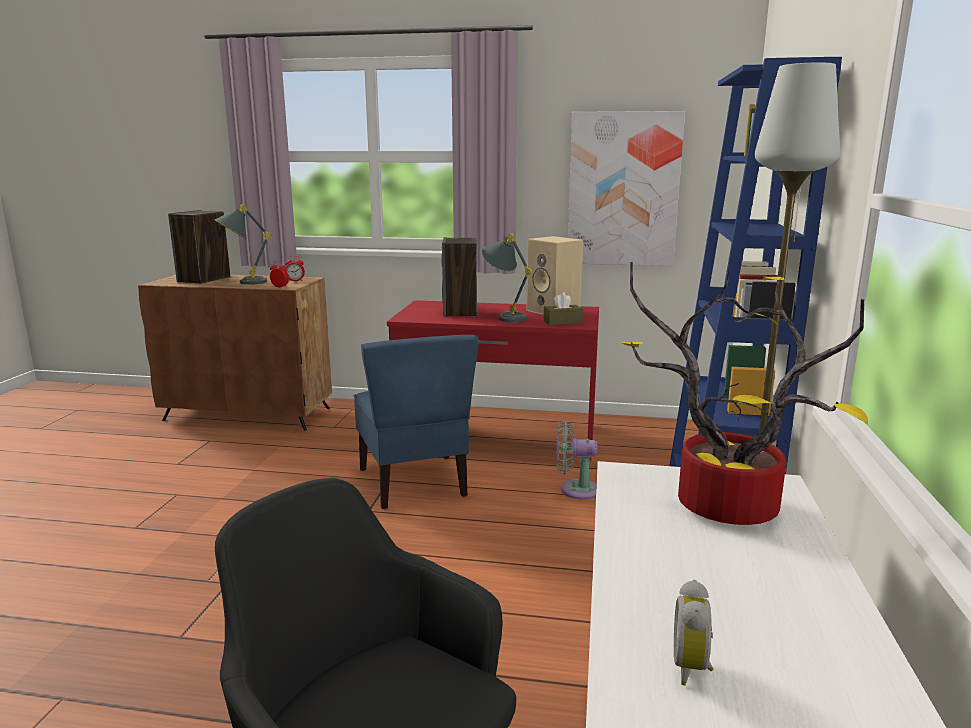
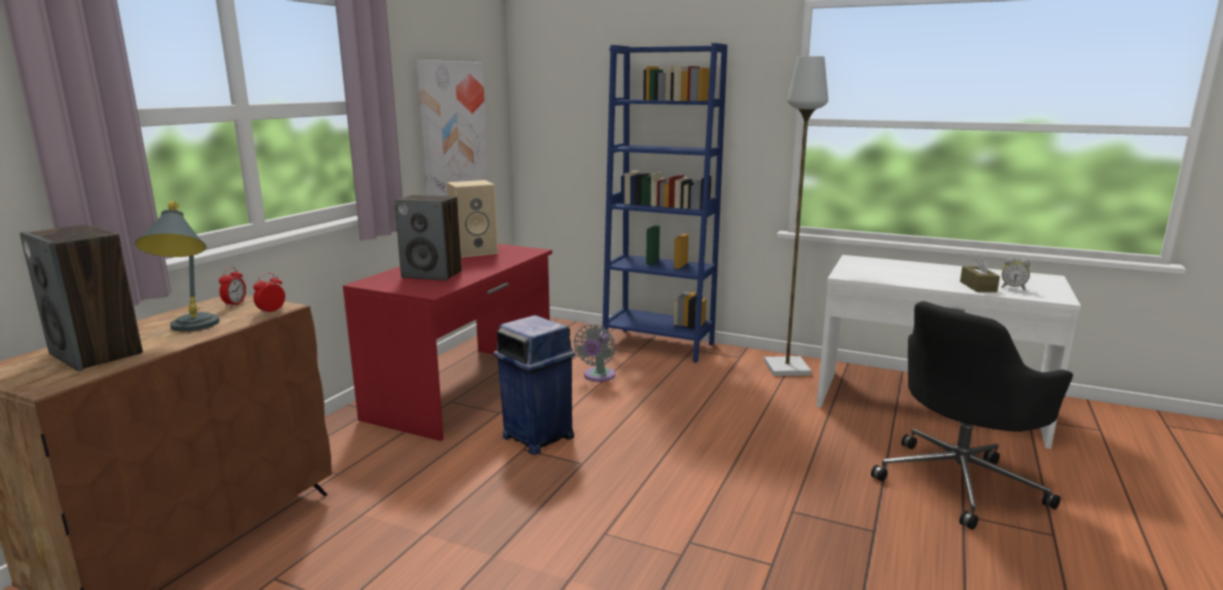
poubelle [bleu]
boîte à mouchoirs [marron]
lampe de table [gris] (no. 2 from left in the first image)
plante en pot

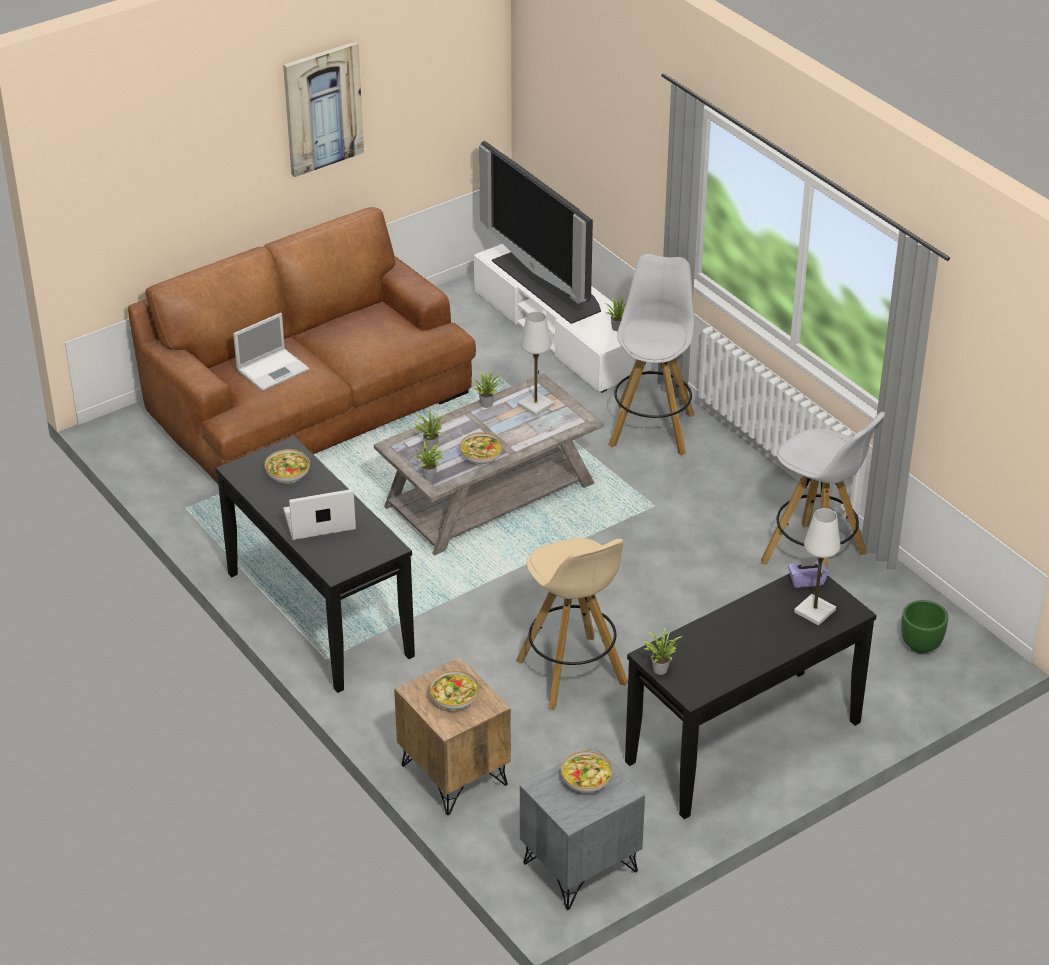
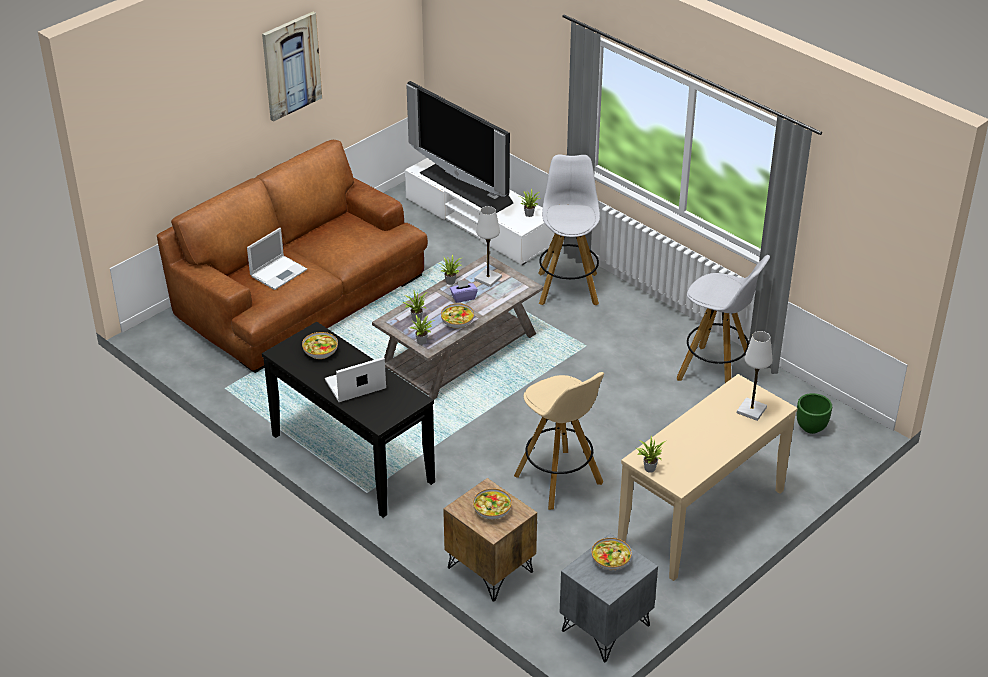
boîte à mouchoirs [violet]
table console [beige]

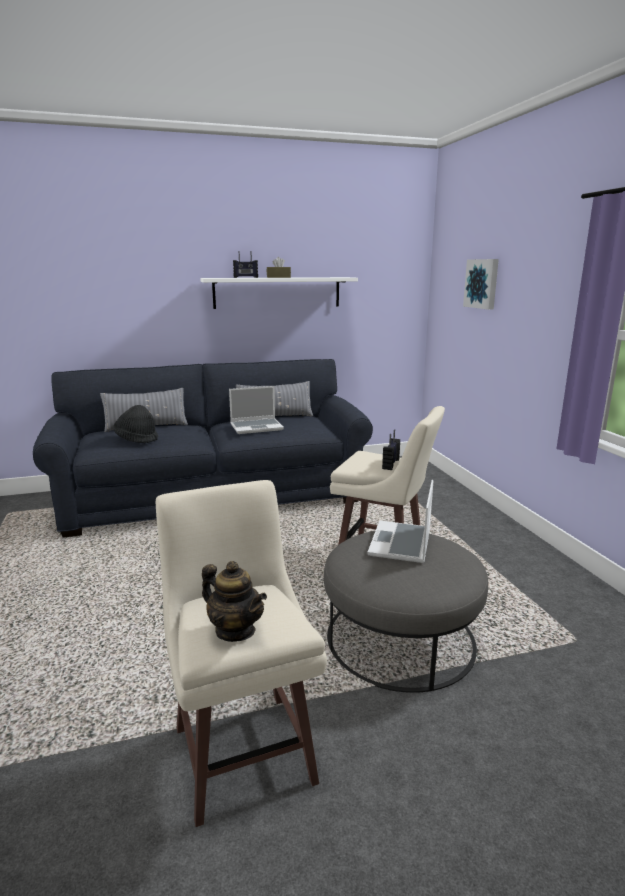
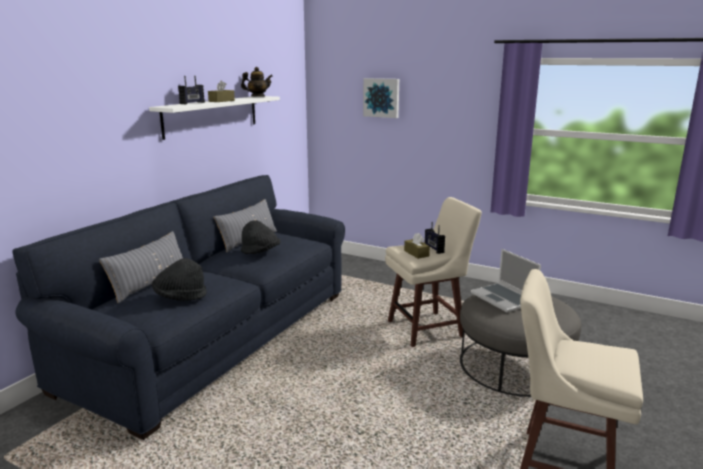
théière
chapeau [noir] (no. 2 from left)
boîte à mouchoirs [marron] (no. 2 from left)

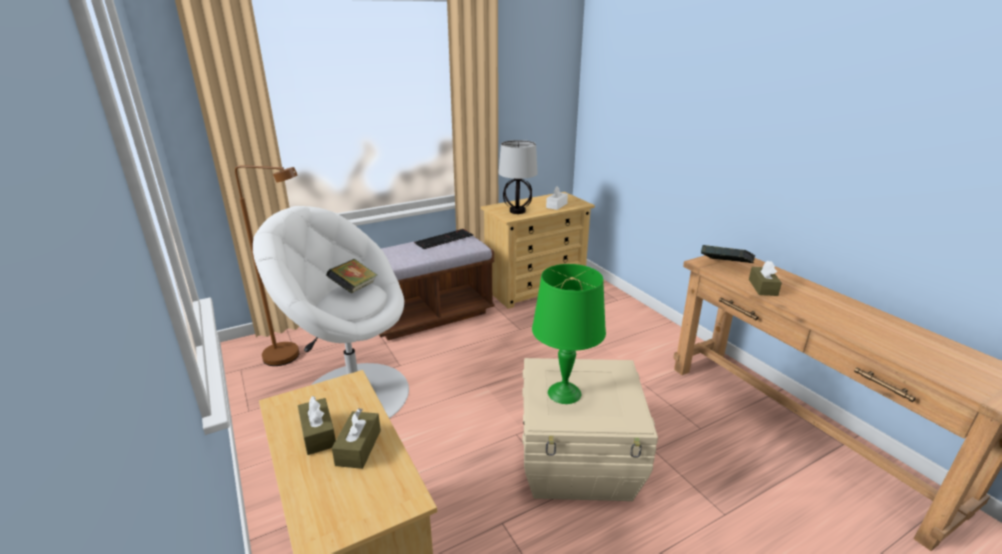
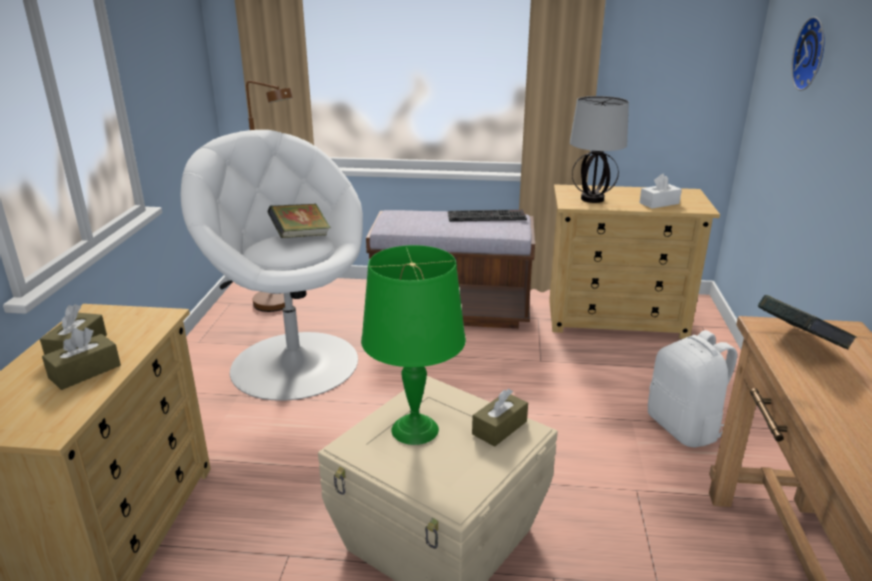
boîte à mouchoirs [marron] (no. 3 from left)
sac à dos [blanc]
horloge murale

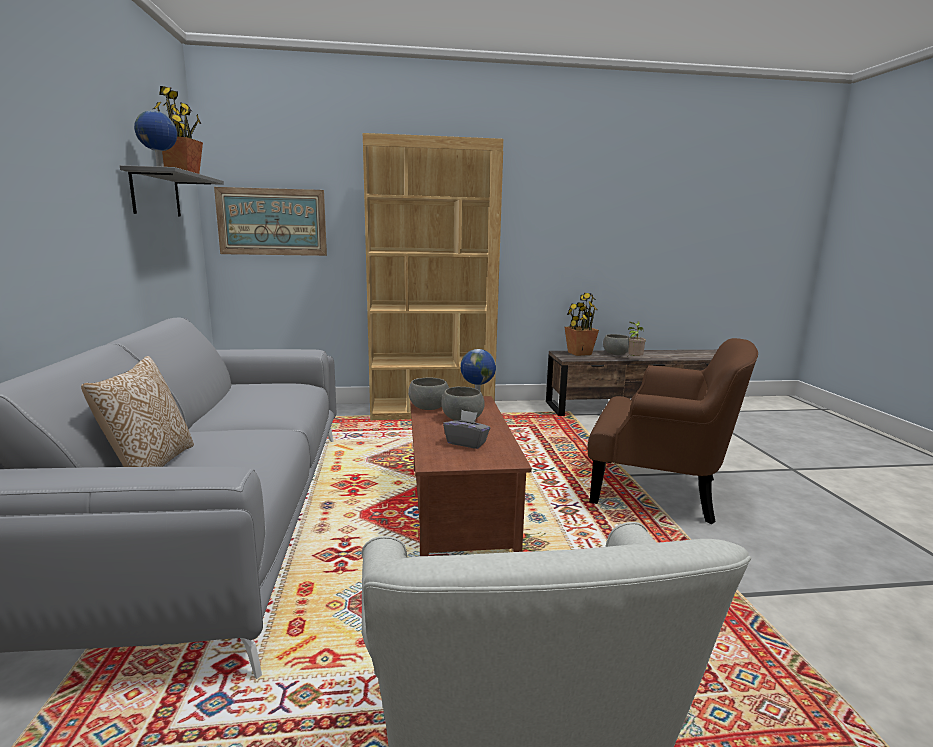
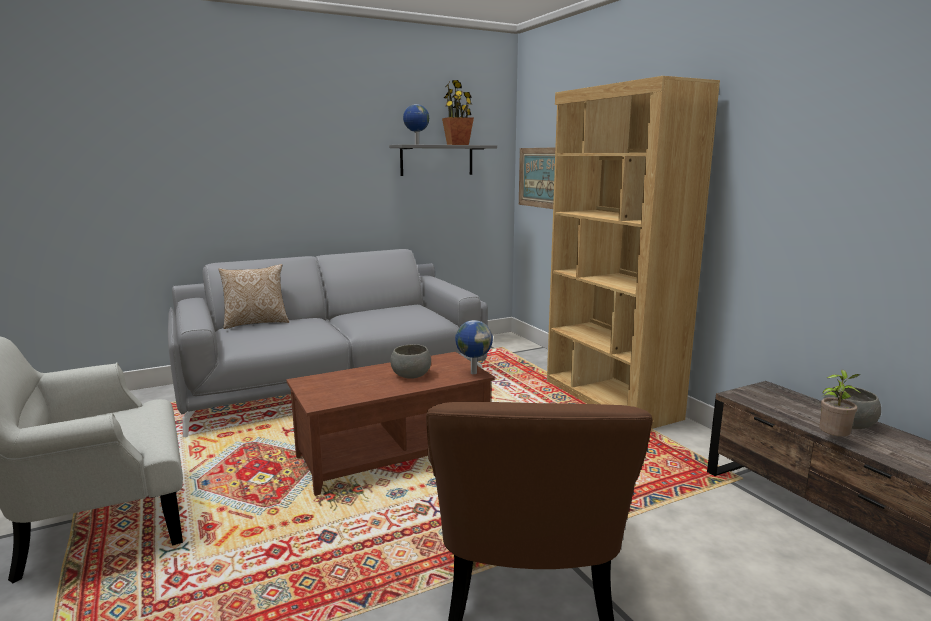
bol [gris] (no. 1 from left in the first image)
boîte à mouchoirs [gris]
plante en pot (no. 2 from left in the first image)

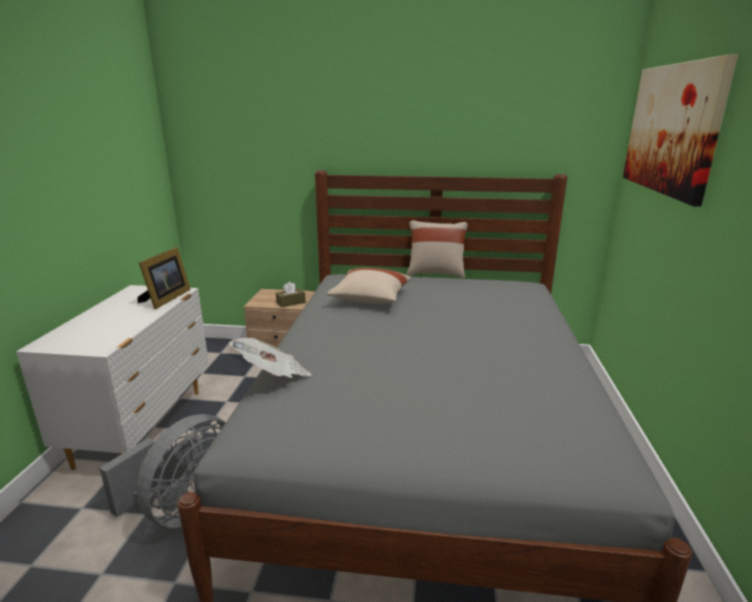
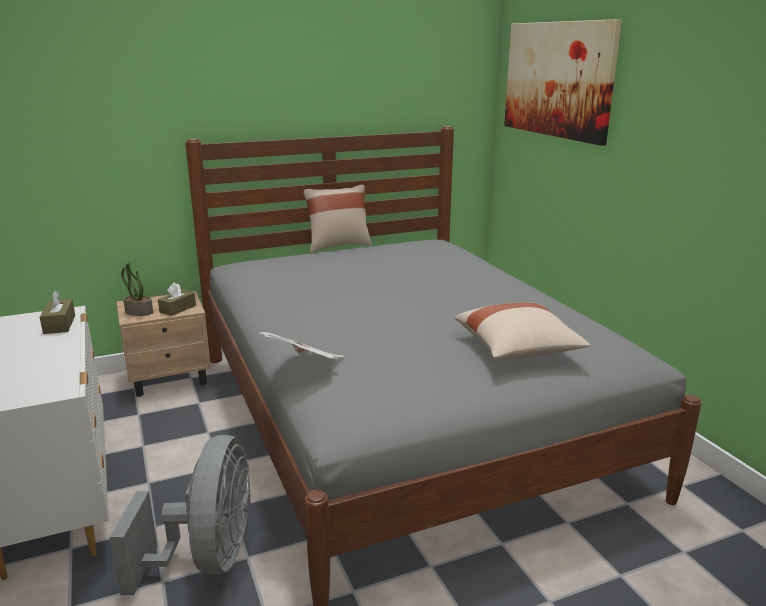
boîte à mouchoirs [marron] (no. 1 from left)
plante en pot
coussin [beige] (no. 2 from left)

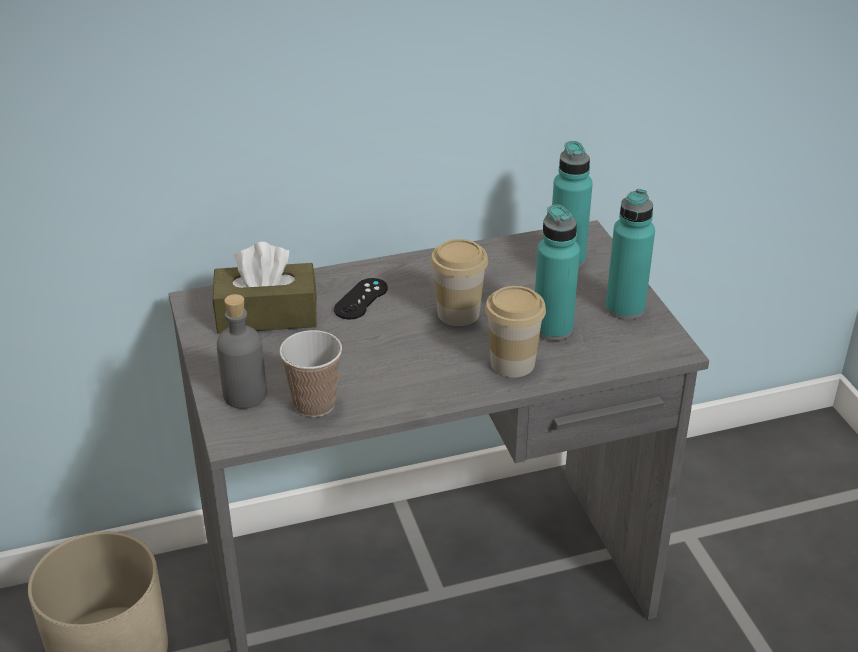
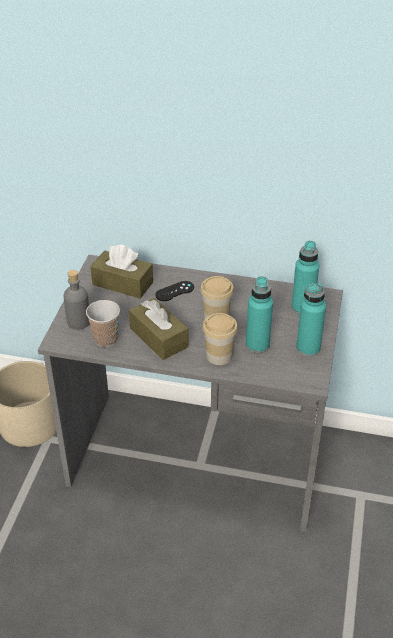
boîte à mouchoirs [marron] (no. 2 from left)

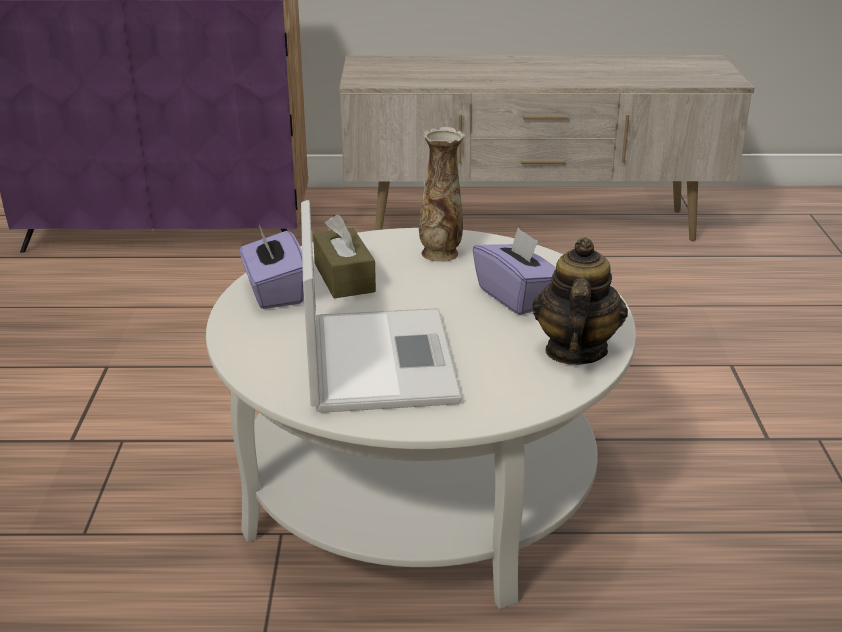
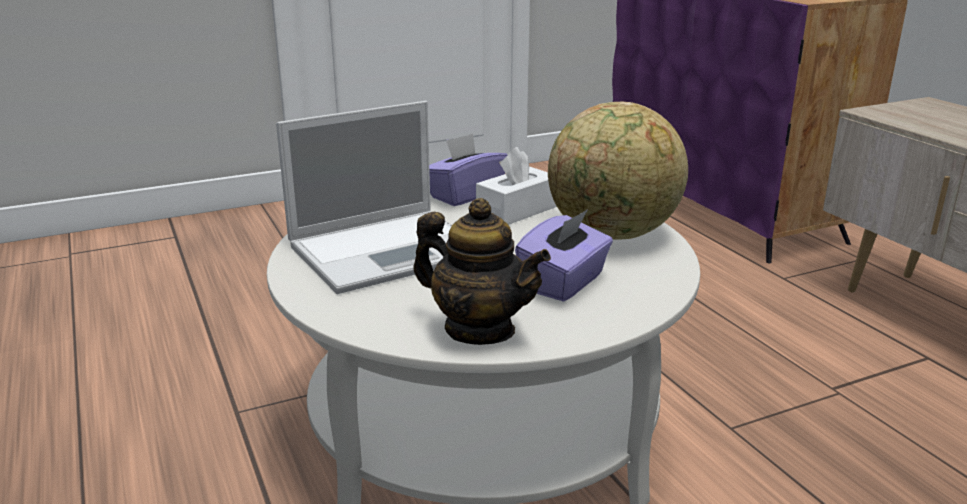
théière
boîte à mouchoirs [blanc]
globe

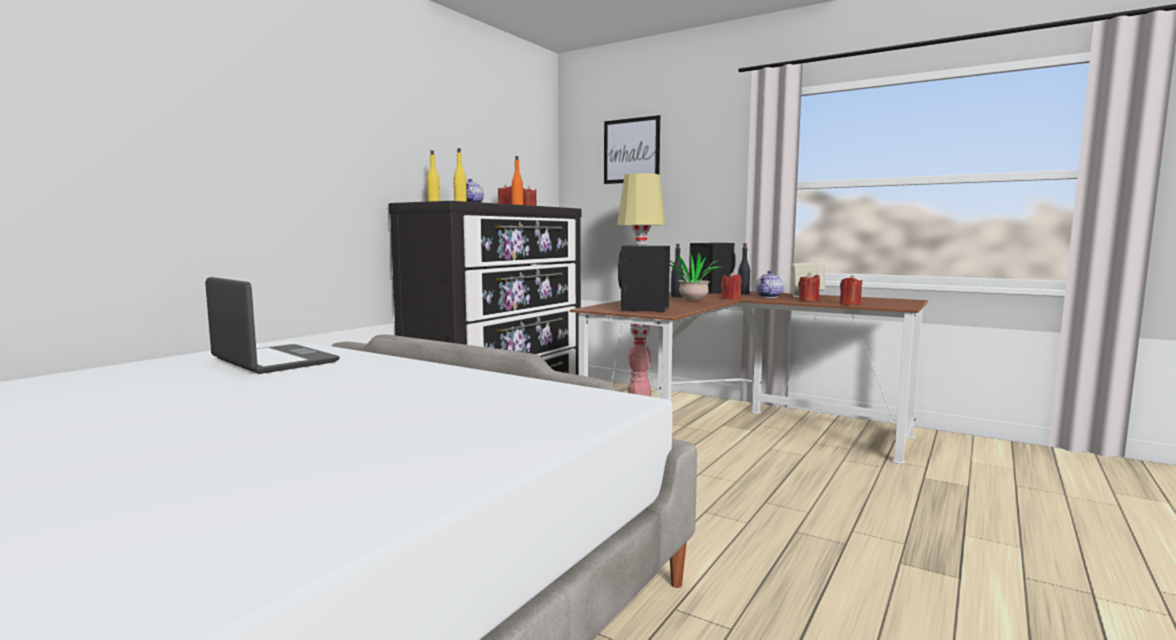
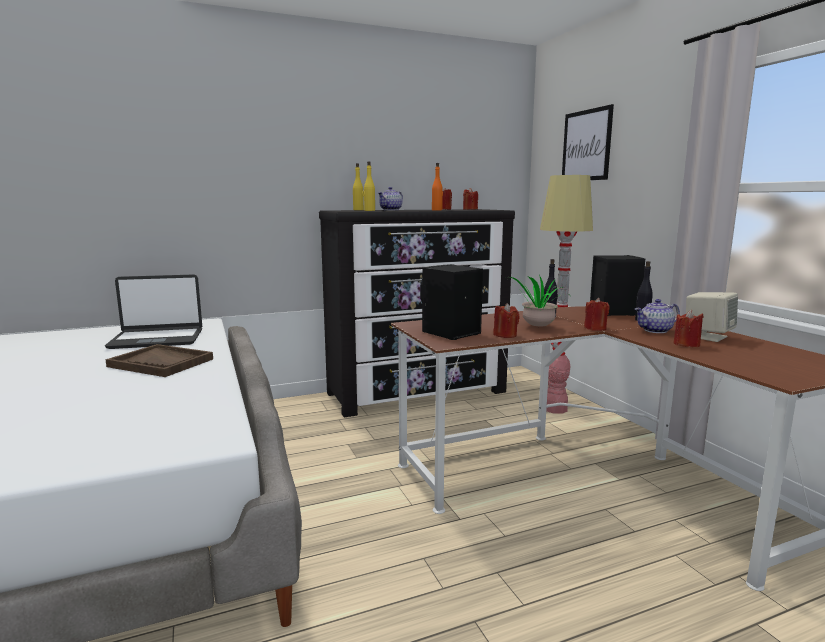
ordinateur portable
plateau [marron]
bougie [rouge] (no. 3 from left)

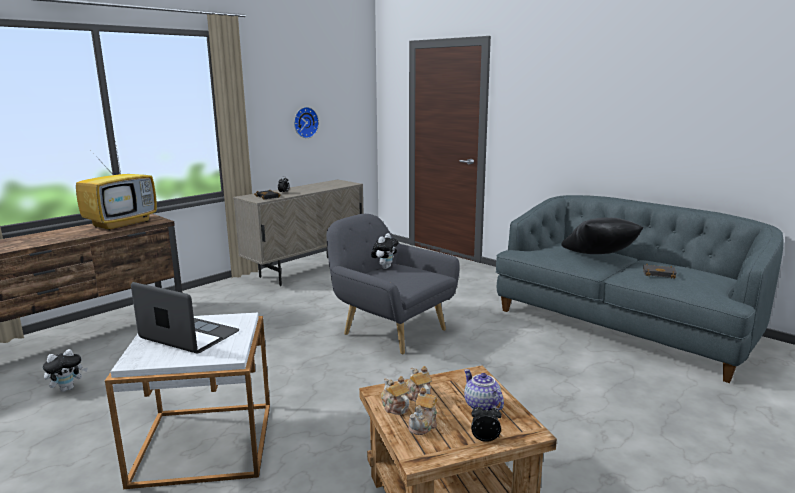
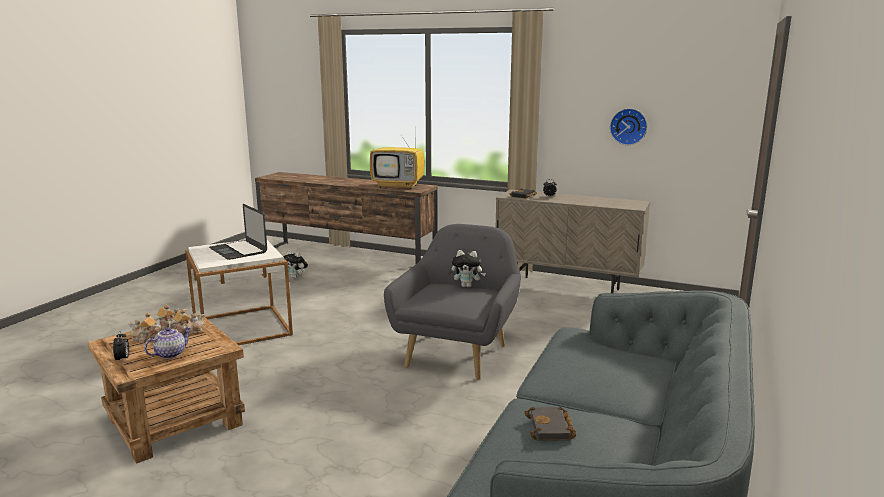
ordinateur portable
coussin [noir]

